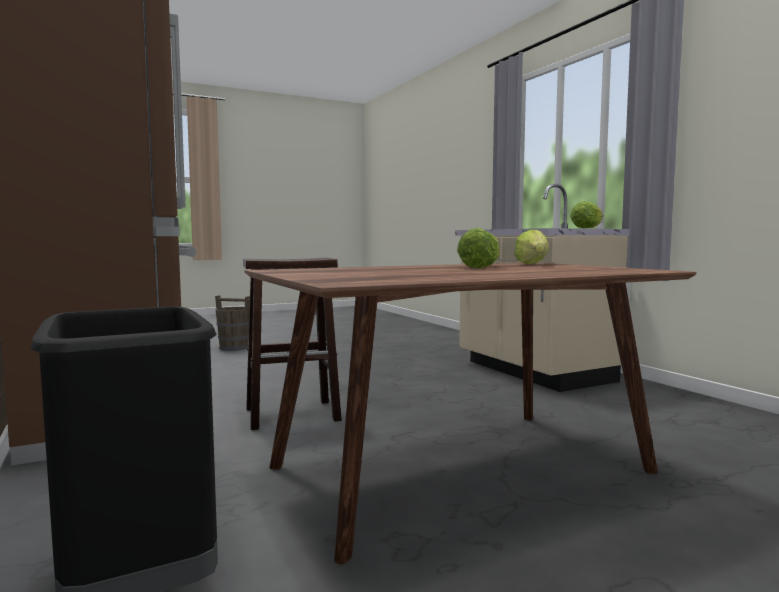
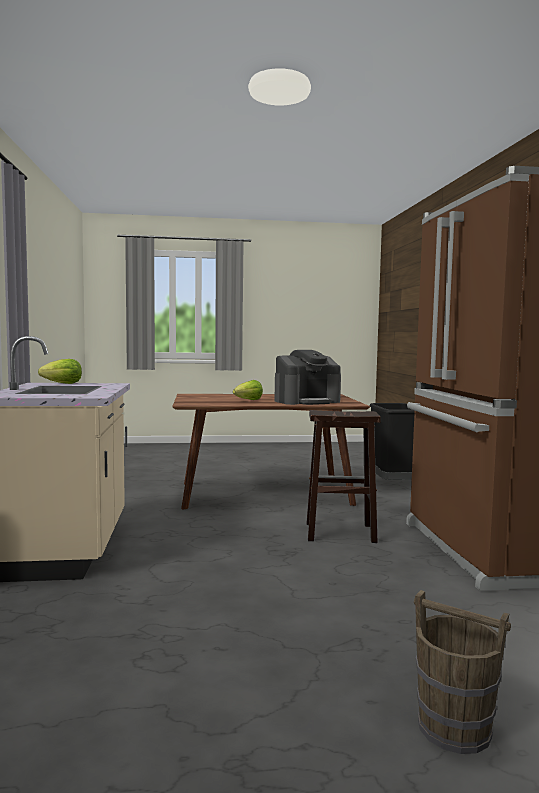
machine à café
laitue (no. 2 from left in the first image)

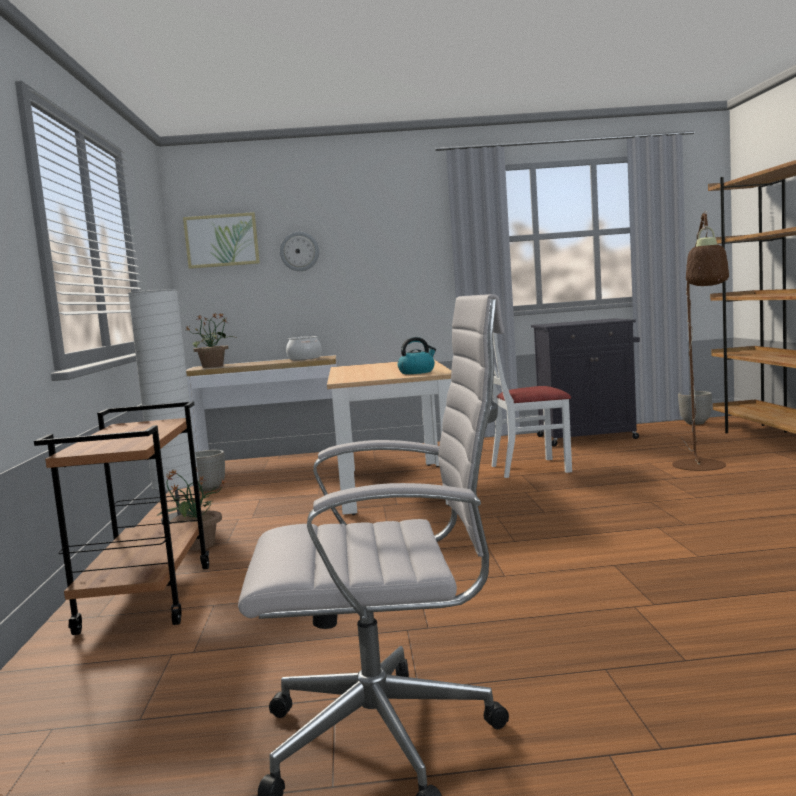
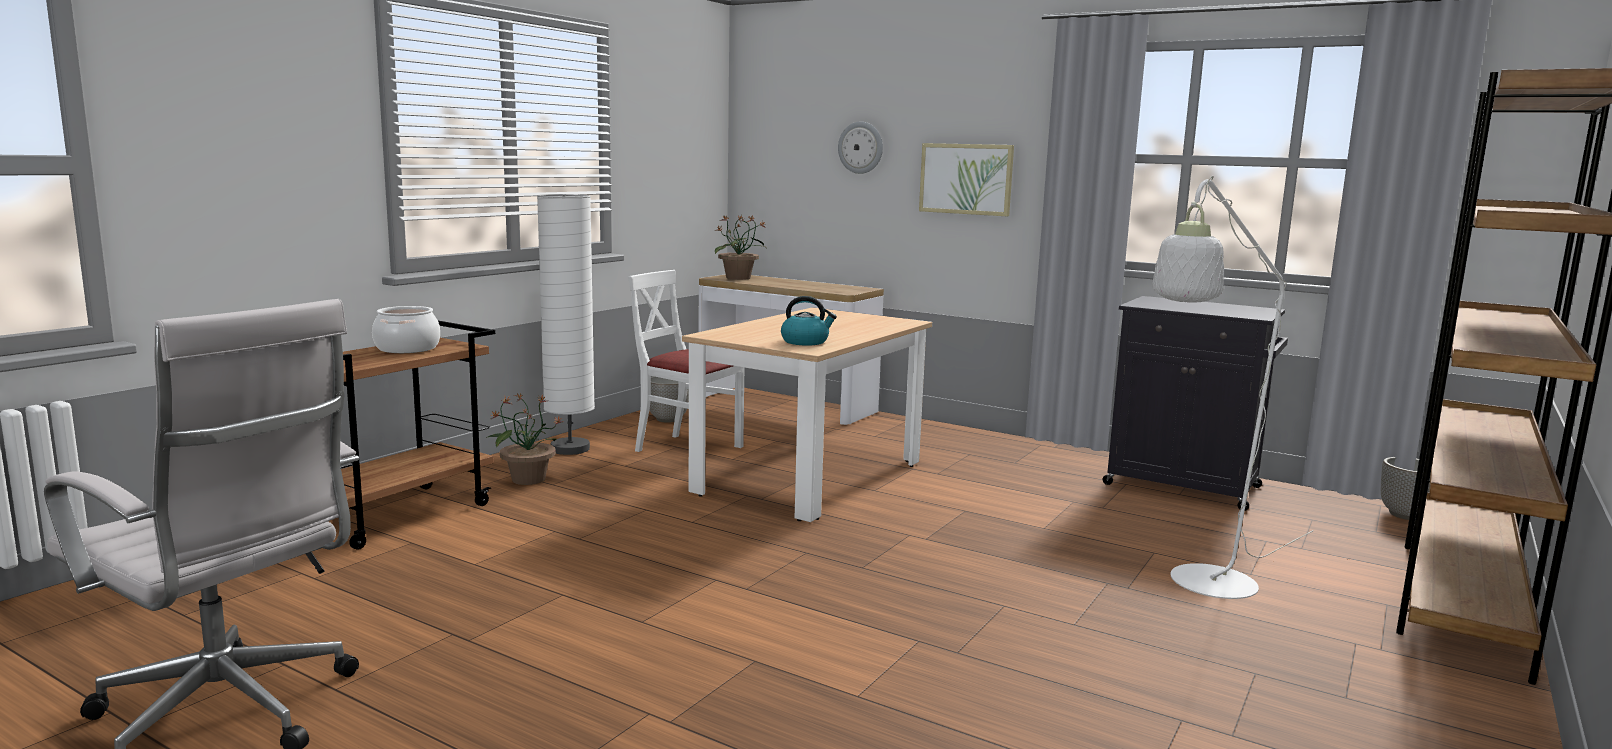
marmite
chaise [blanc]
tableau
lampadaire [blanc] (no. 2 from left)

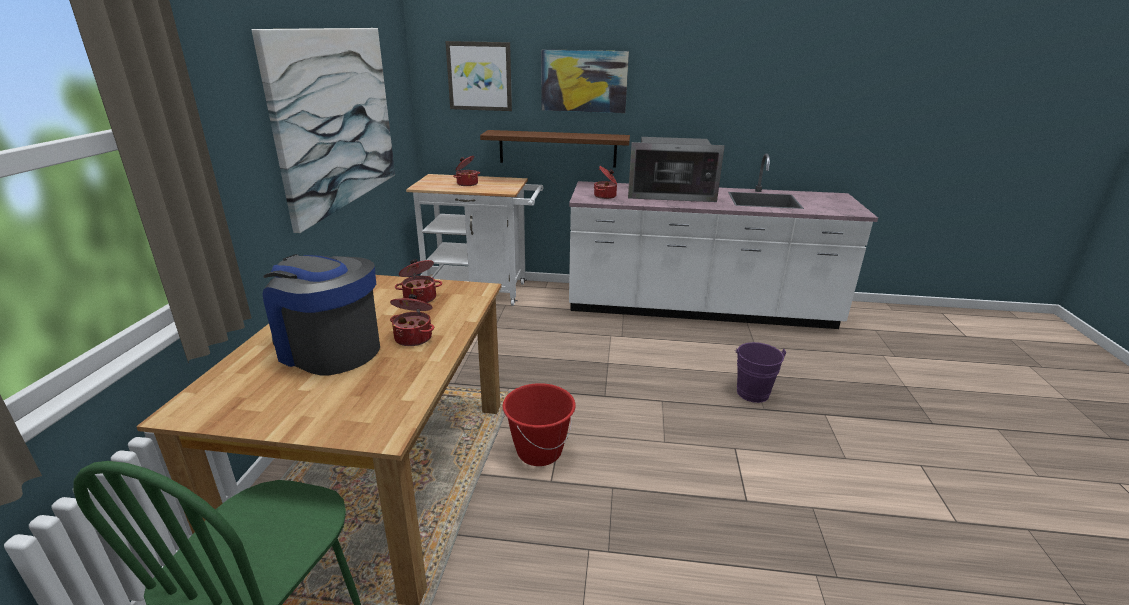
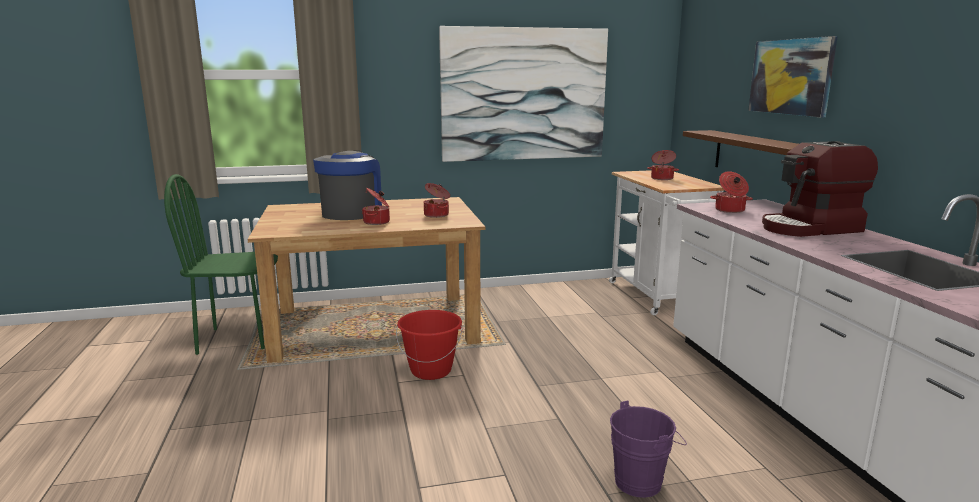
machine à café (no. 2 from left)
tableau (no. 2 from left in the first image)

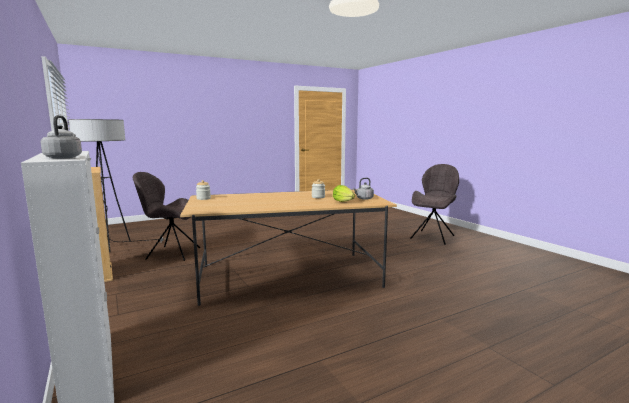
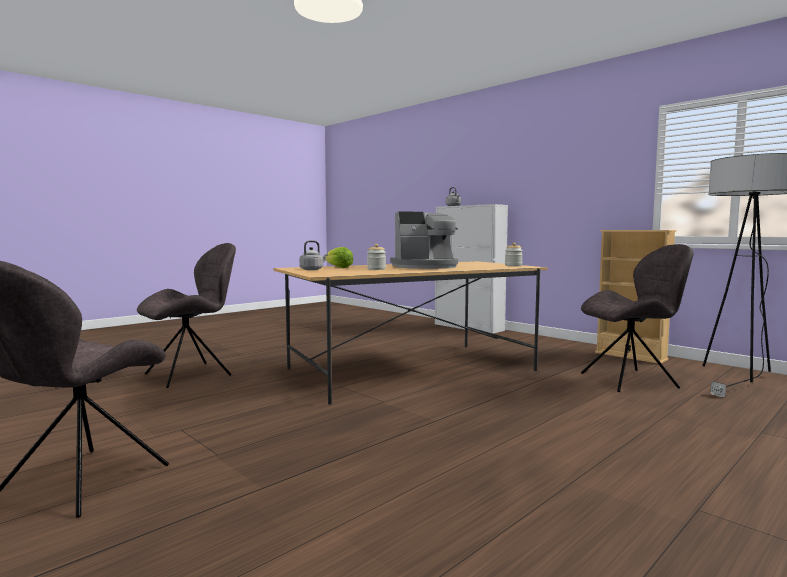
chaise [gris] (no. 2 from left)
machine à café

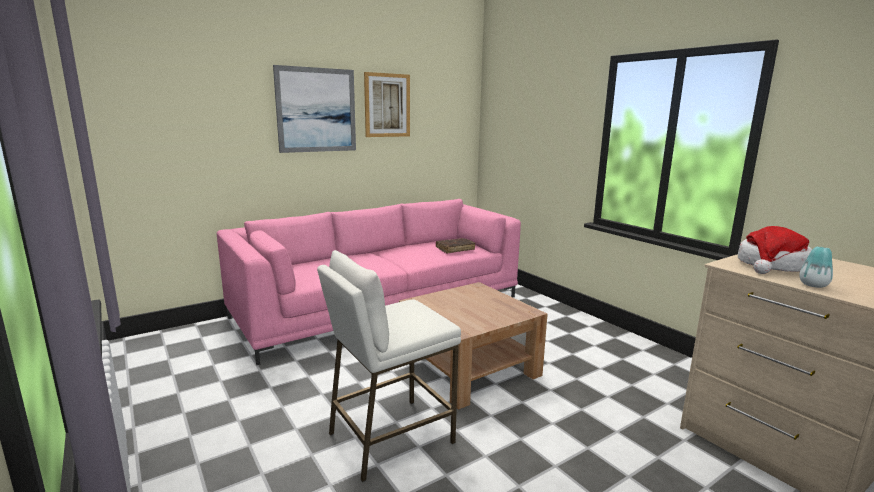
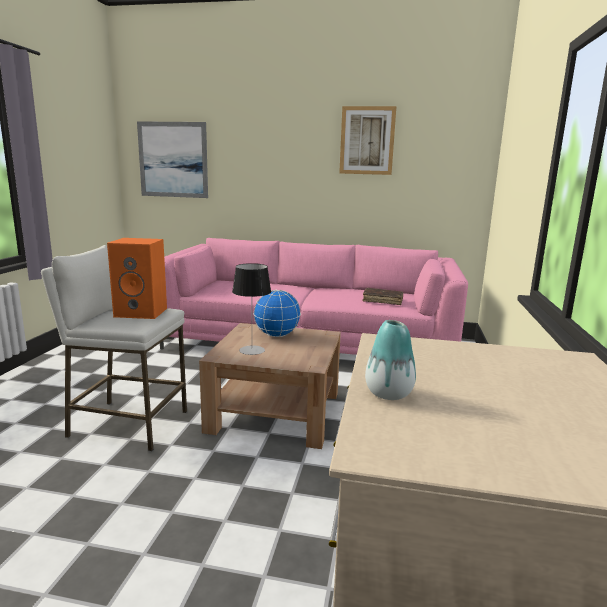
enceinte [orange]
tableau (no. 1 from left)
lampe de table
globe
chapeau

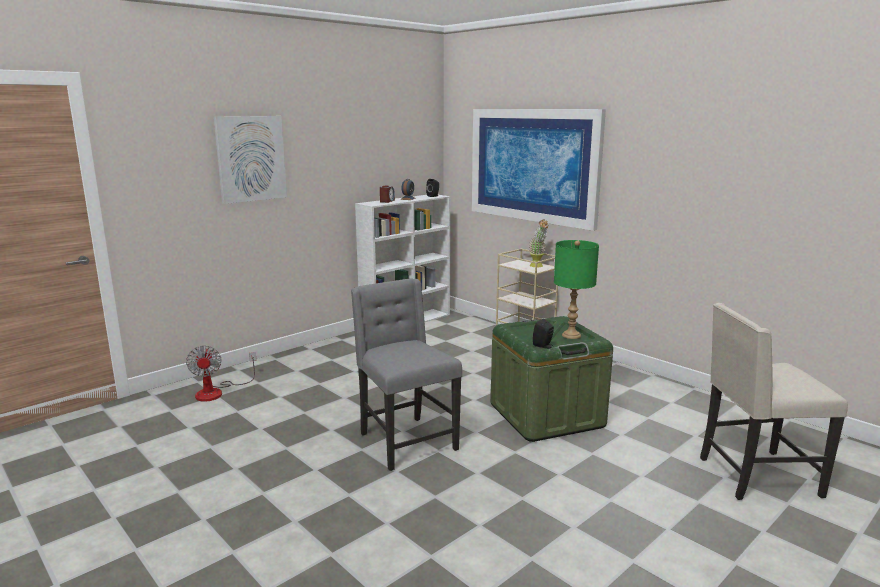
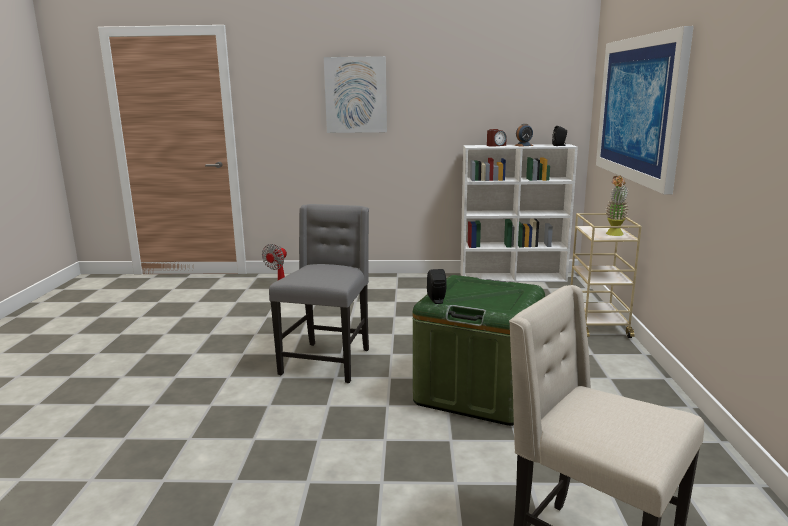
lampe de table [vert]

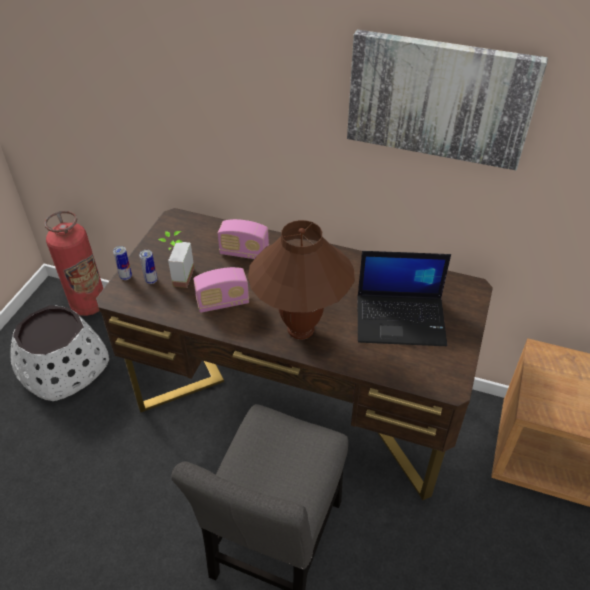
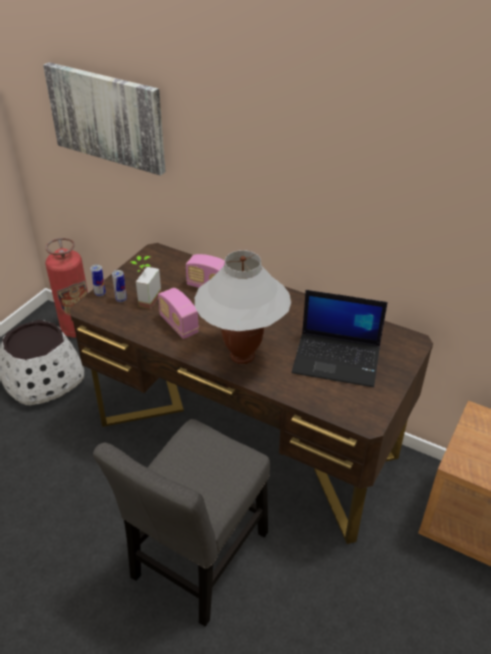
tableau
radio (no. 1 from left)
lampe de table [blanc]

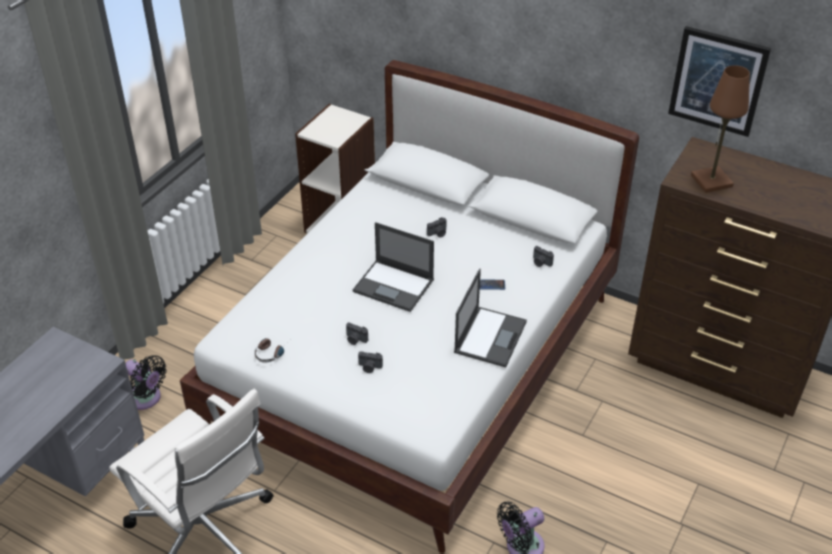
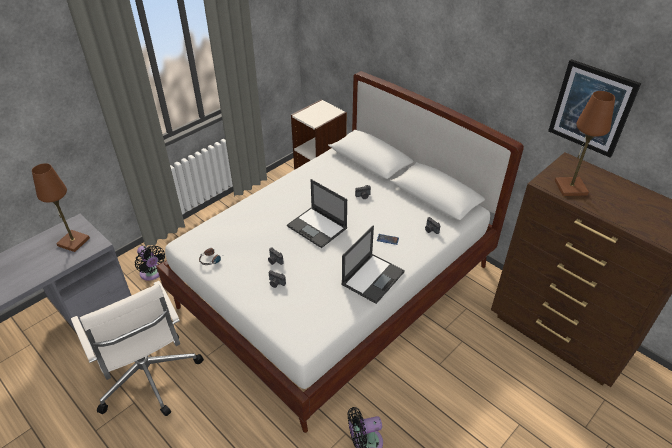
lampe de table [marron] (no. 1 from left)

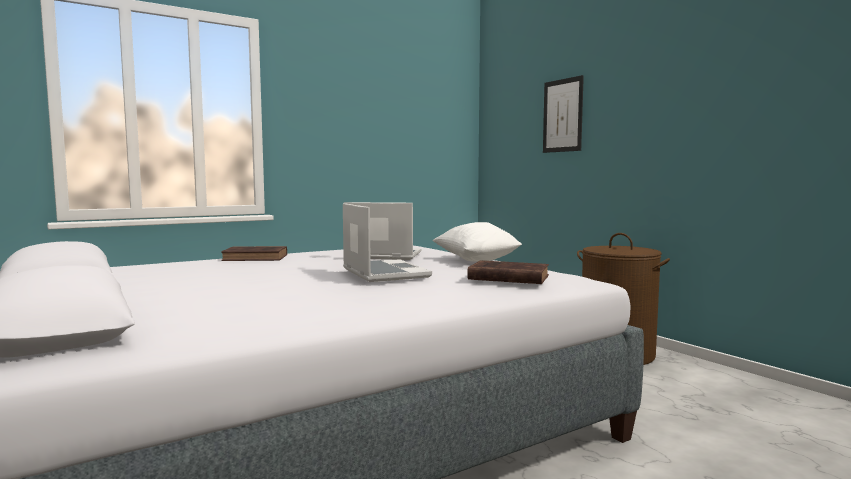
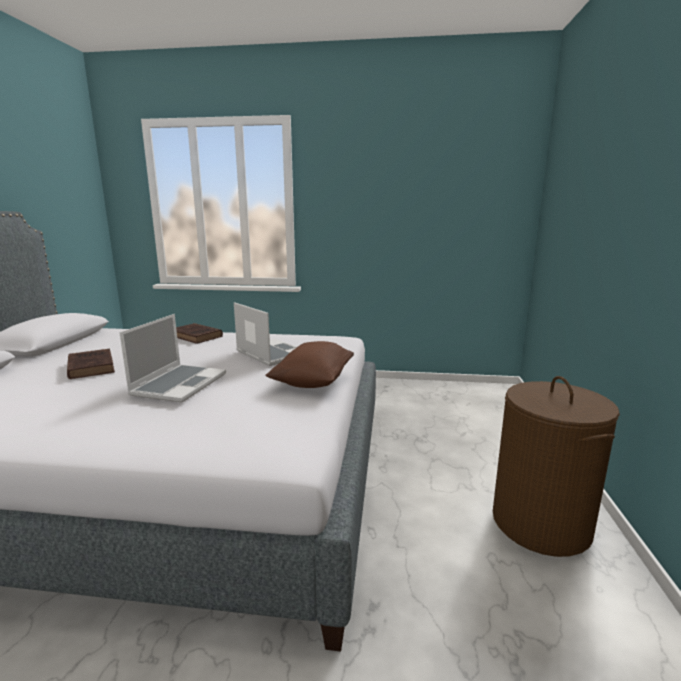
livre [marron] (no. 1 from left)
coussin [marron]
tableau

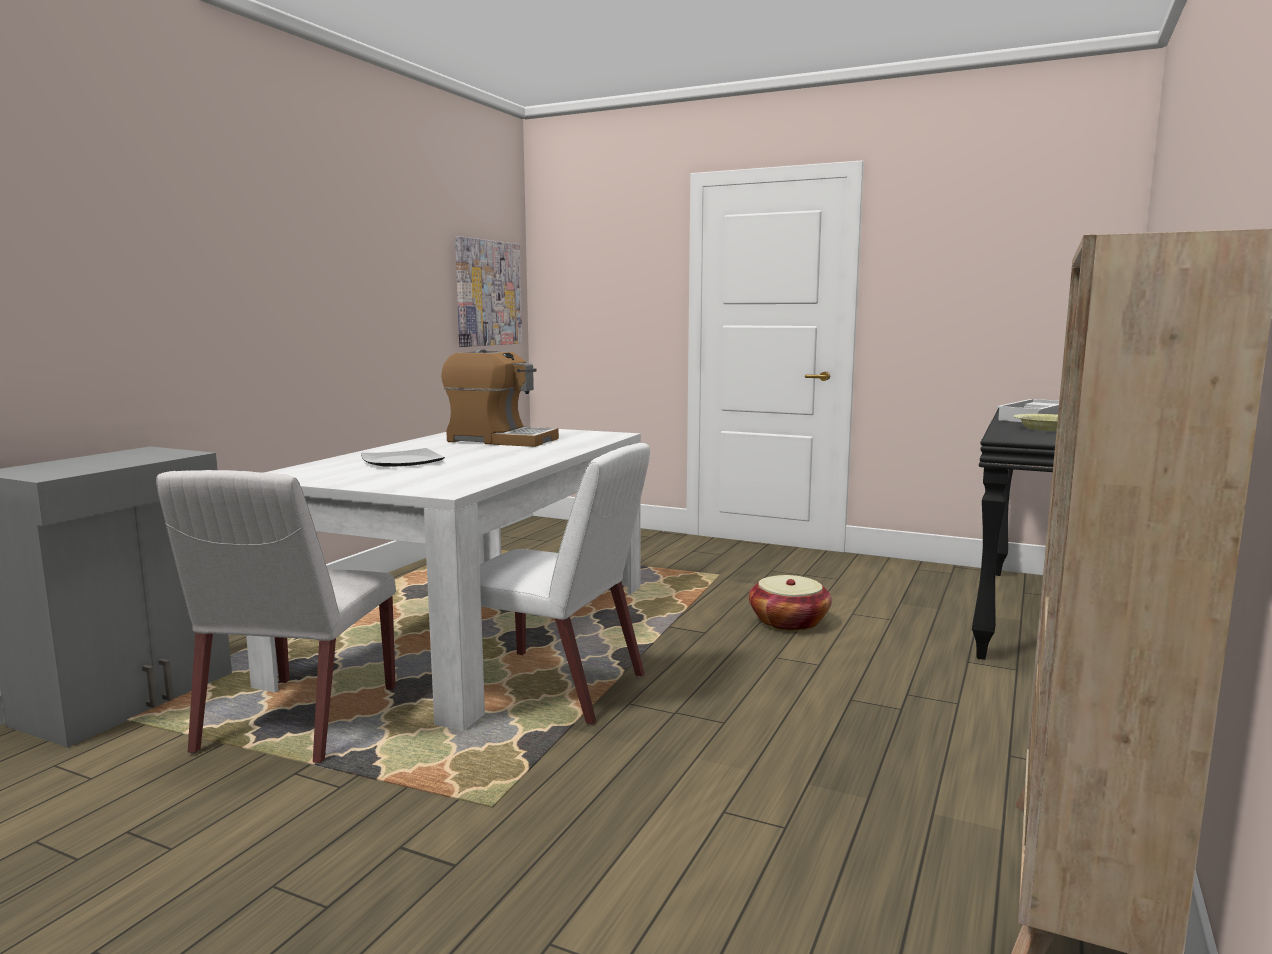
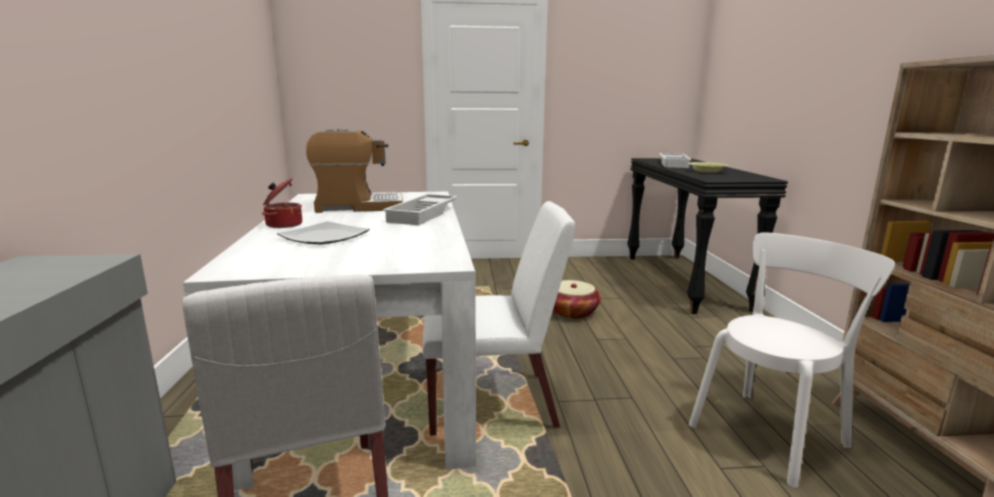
marmite
plateau [blanc] (no. 1 from left)
chaise [blanc] (no. 3 from left)
tableau

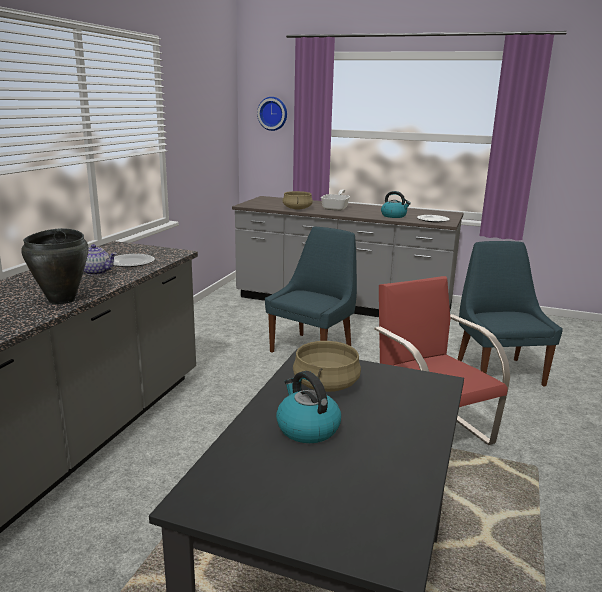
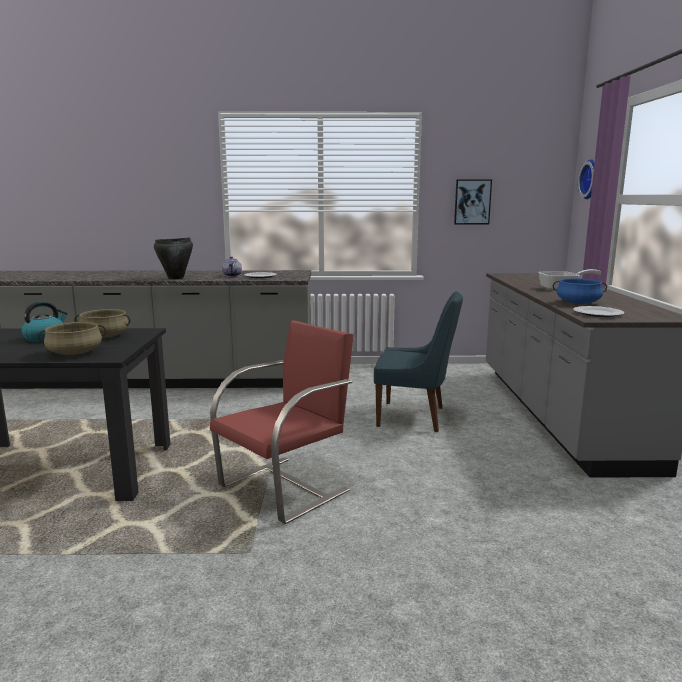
marmite [beige] (no. 1 from left)
tableau
marmite [bleu]
chaise [bleu] (no. 2 from left in the first image)

